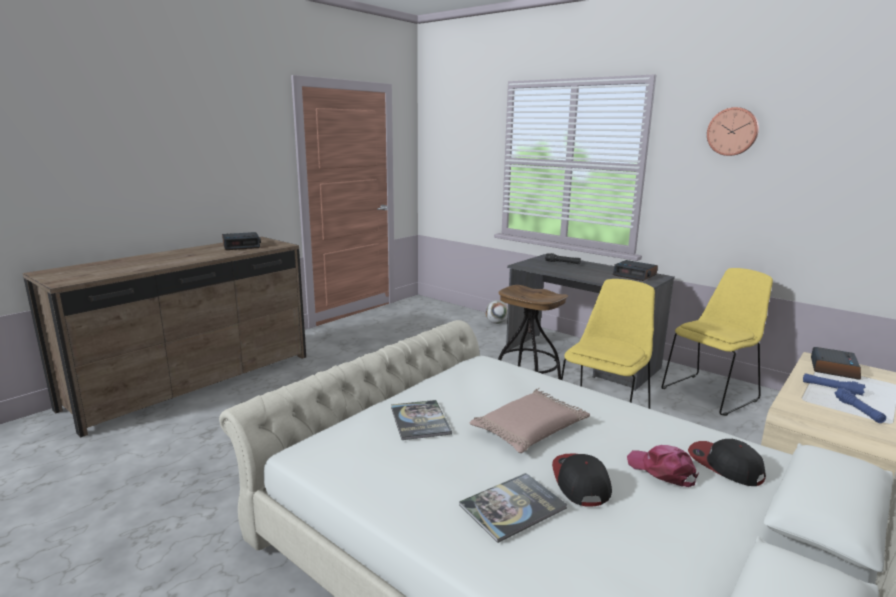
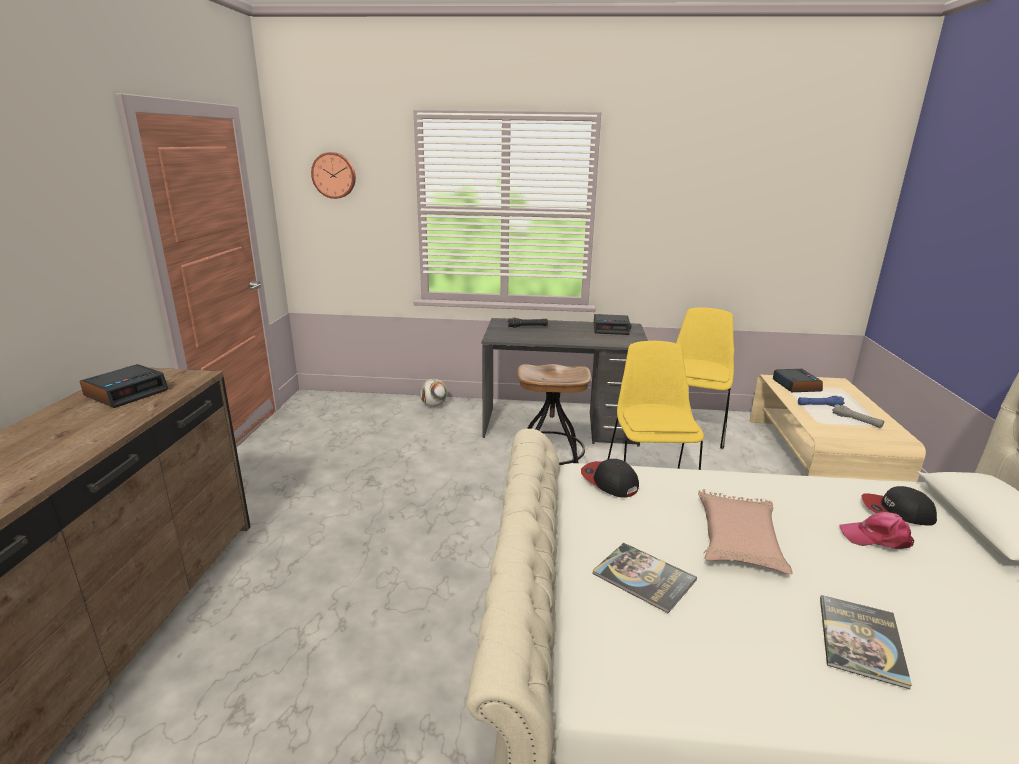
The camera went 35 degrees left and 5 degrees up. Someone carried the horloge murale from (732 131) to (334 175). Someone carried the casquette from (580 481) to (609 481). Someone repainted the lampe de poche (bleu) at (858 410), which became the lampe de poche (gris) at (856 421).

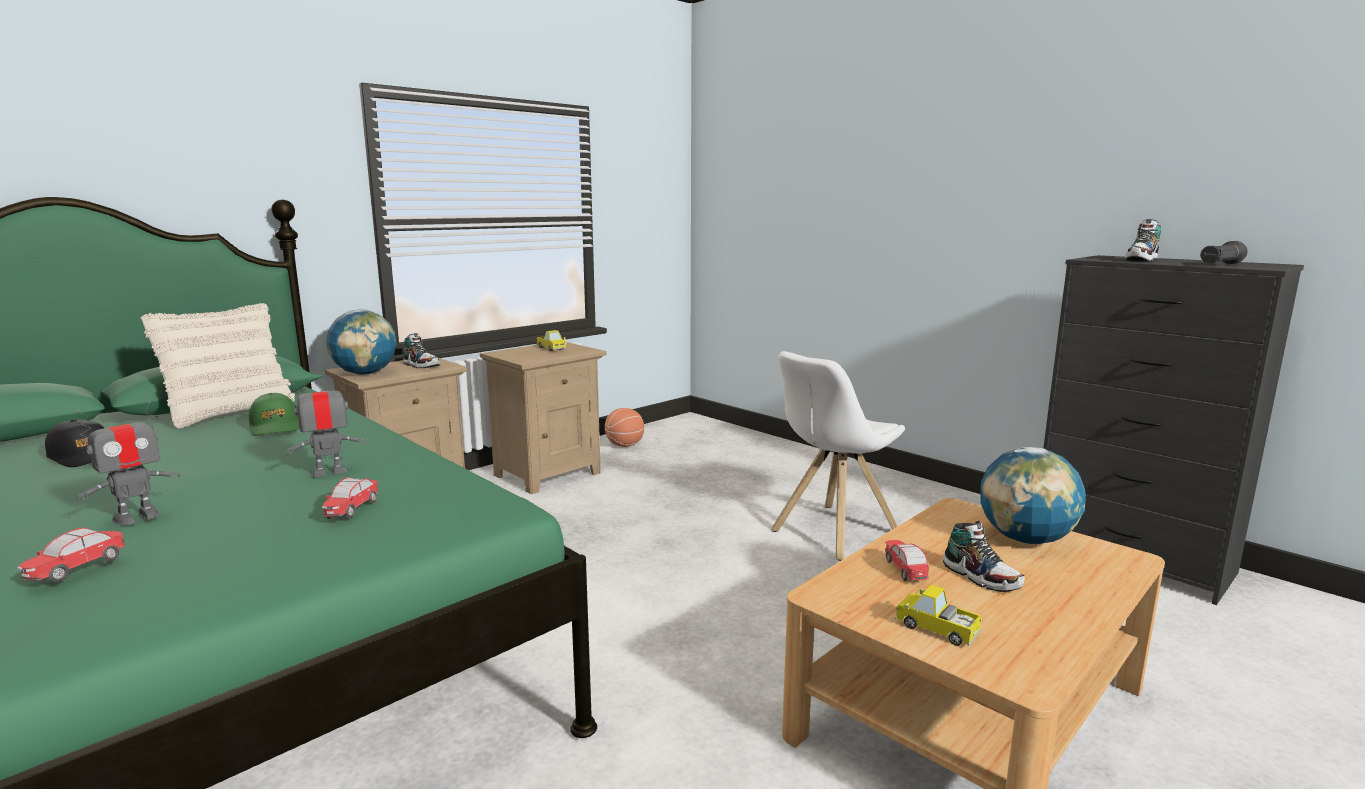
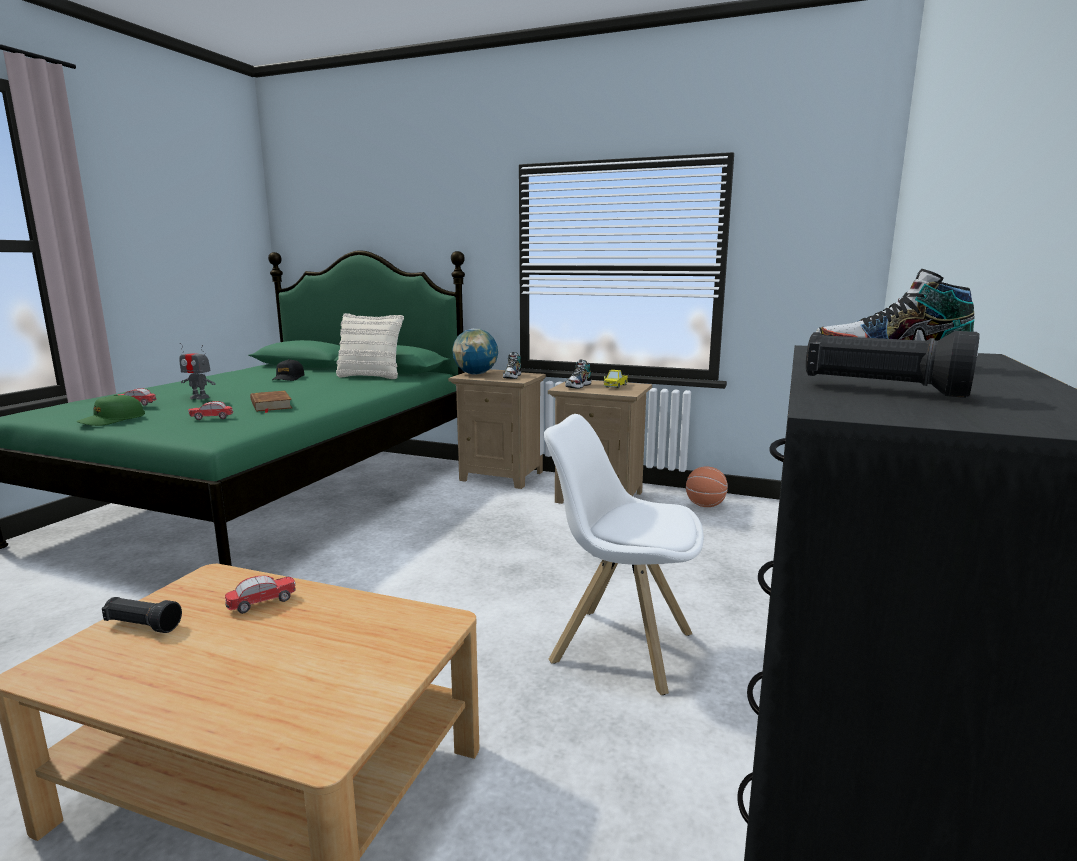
The camera went 65 degrees right and 0 degrees up. Someone carried the casquette (vert) from (275 426) to (112 420). Someone swapped the camion jouet at (936 629) for the lampe de poche (noir) at (142 626). Someone swapped the robot jouet at (329 472) for the livre (marron) at (271 405). Someone carried the chaussure from (981 577) to (578 386). Someone took away the globe at (1026 539).

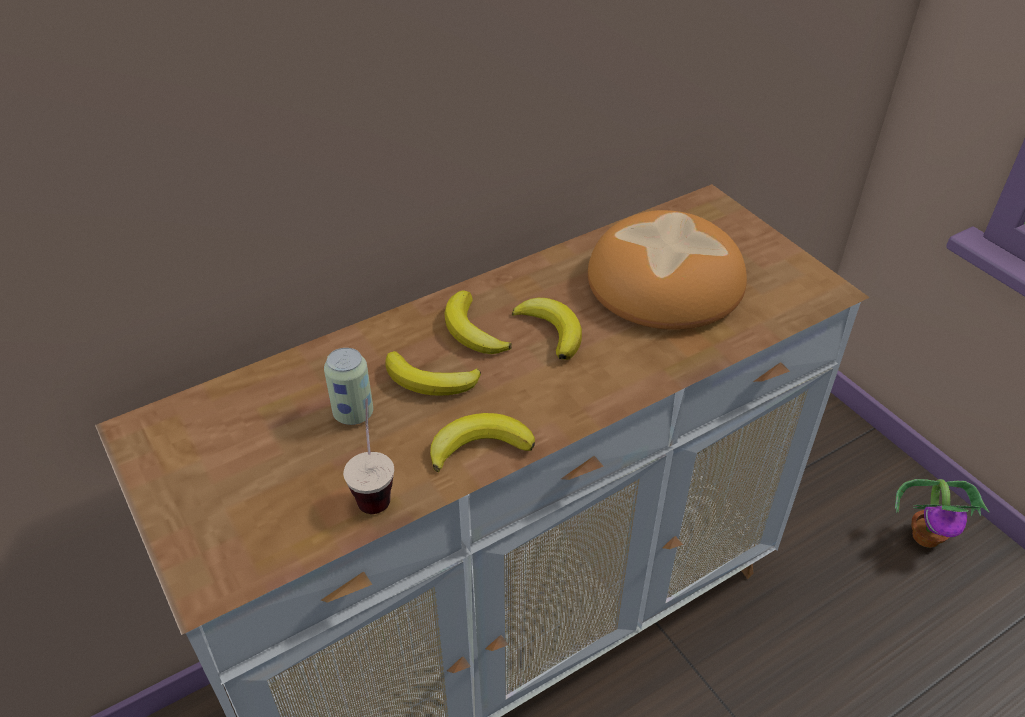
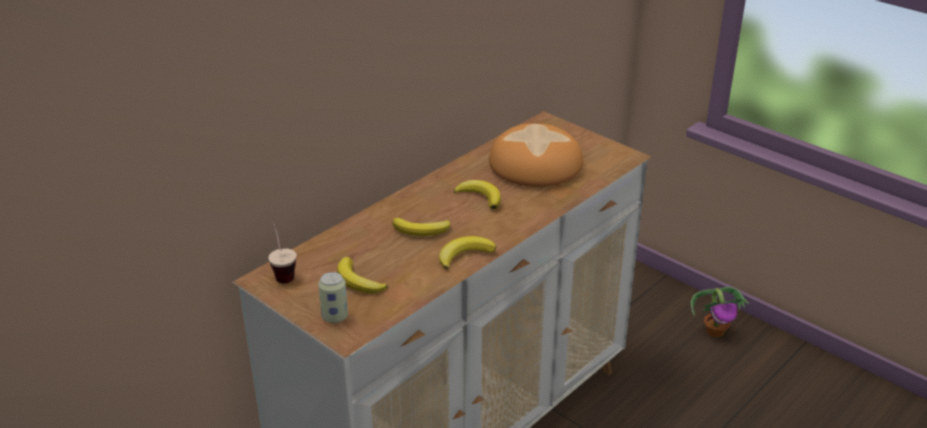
The camera went 15 degrees left and 10 degrees down. Someone carried the tasse from (374 486) to (282 272). Someone carried the boîte métallique from (353 413) to (335 317). Someone carried the banane from (472 330) to (358 281).

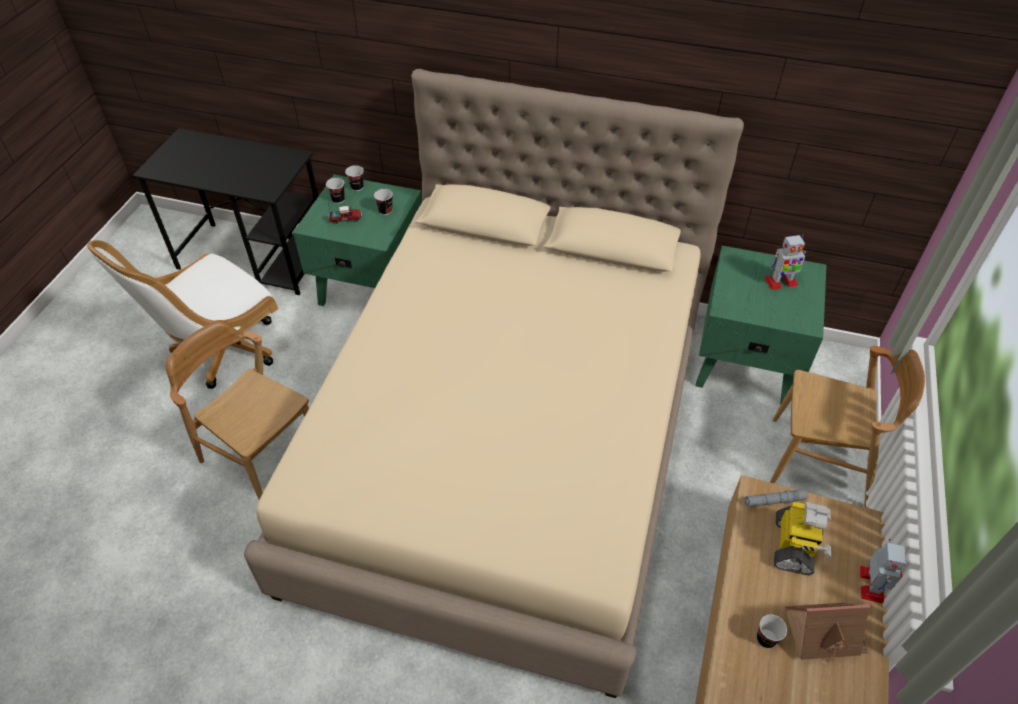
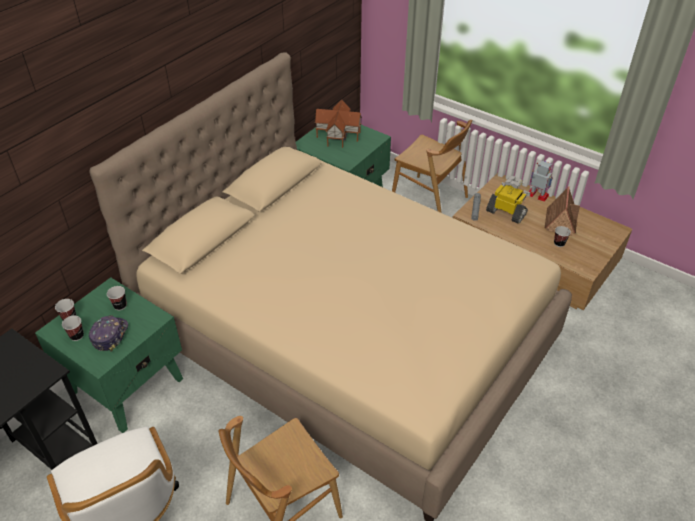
The camera went 70 degrees left and 5 degrees down. Someone swapped the camion jouet at (345 219) for the casquette at (109 335). Someone swapped the robot jouet at (780 282) for the maison miniature at (338 134). Someone rotated the chaise (marron) at (819 462) by 90 degrees clockwise.

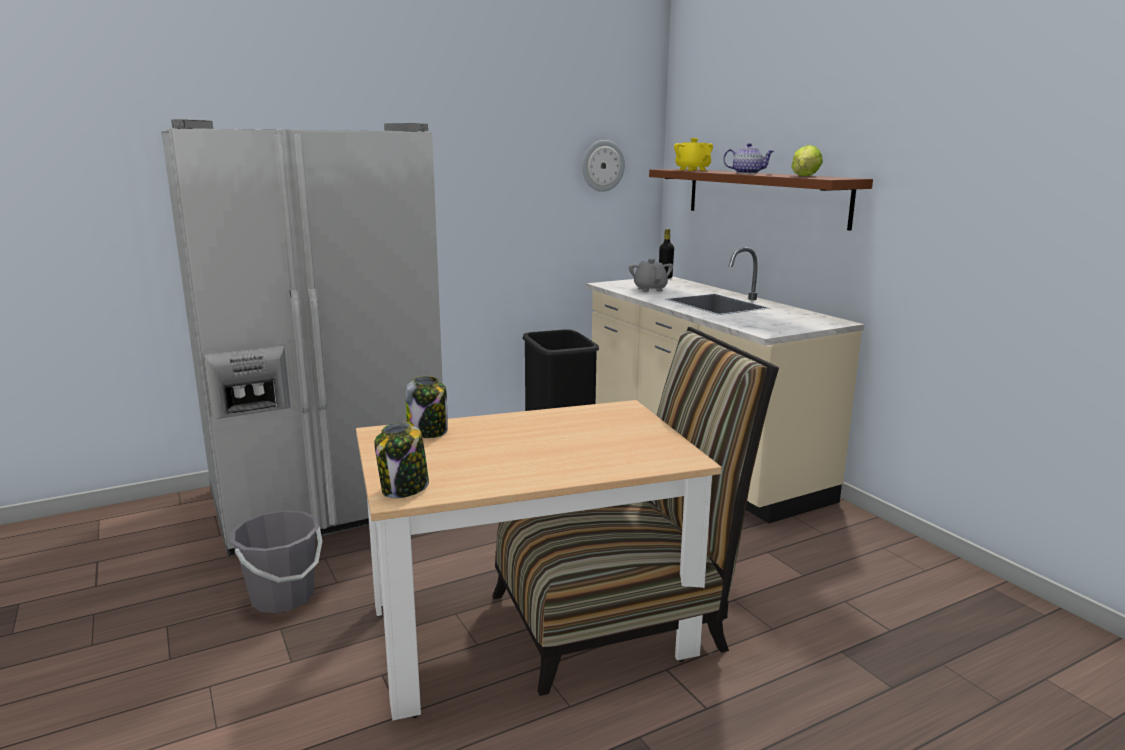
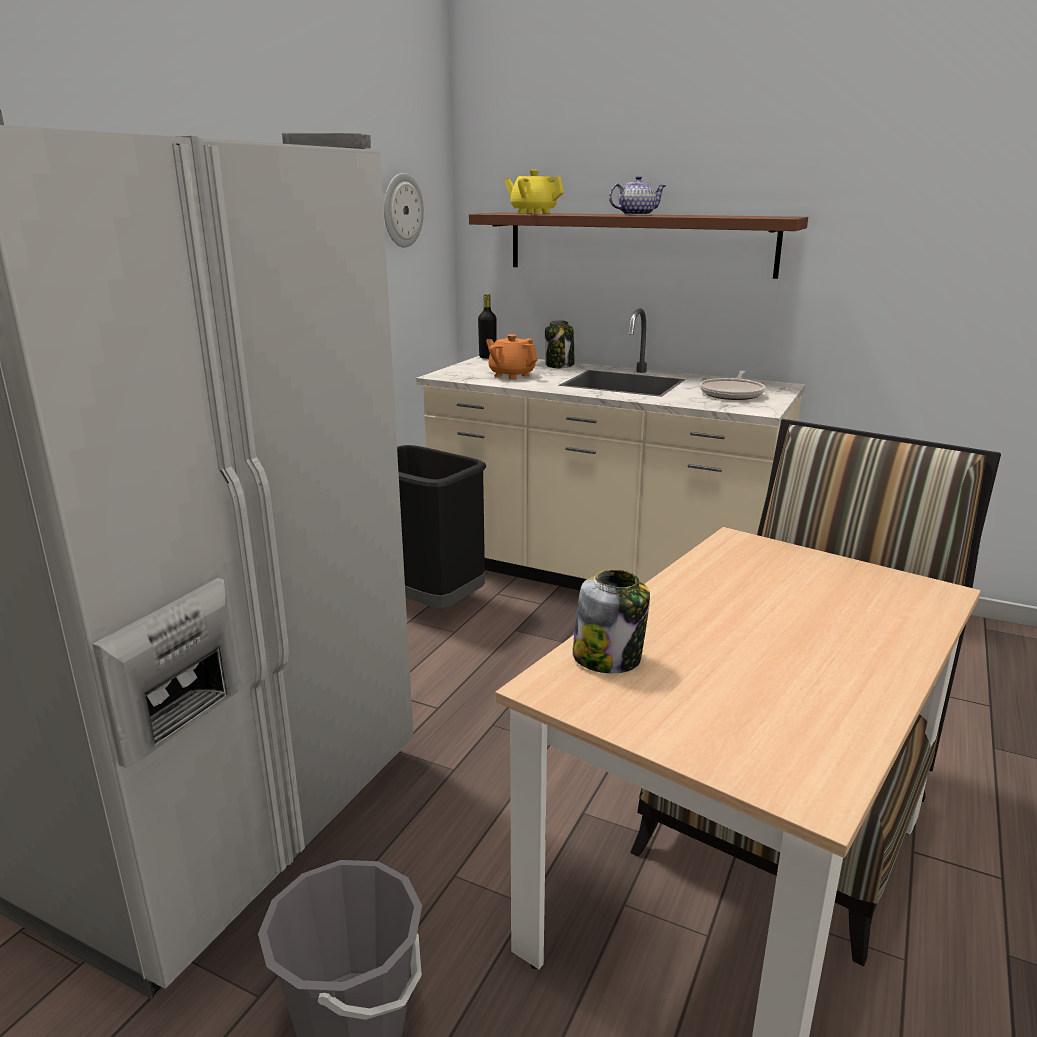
The camera went 35 degrees left and 5 degrees up. Someone repainted the théière (gris) at (650 289), which became the théière (orange) at (511 375). Someone carried the bocal from (404 489) to (560 365). Someone put down the poêle at (732 393). Someone took away the laitue at (802 176).

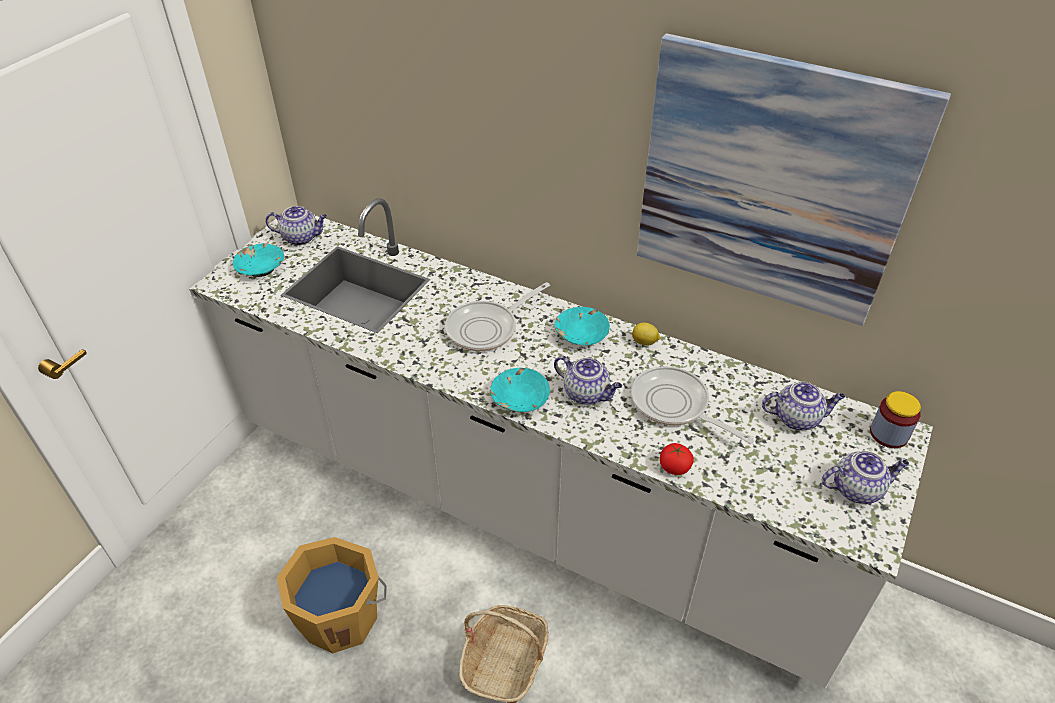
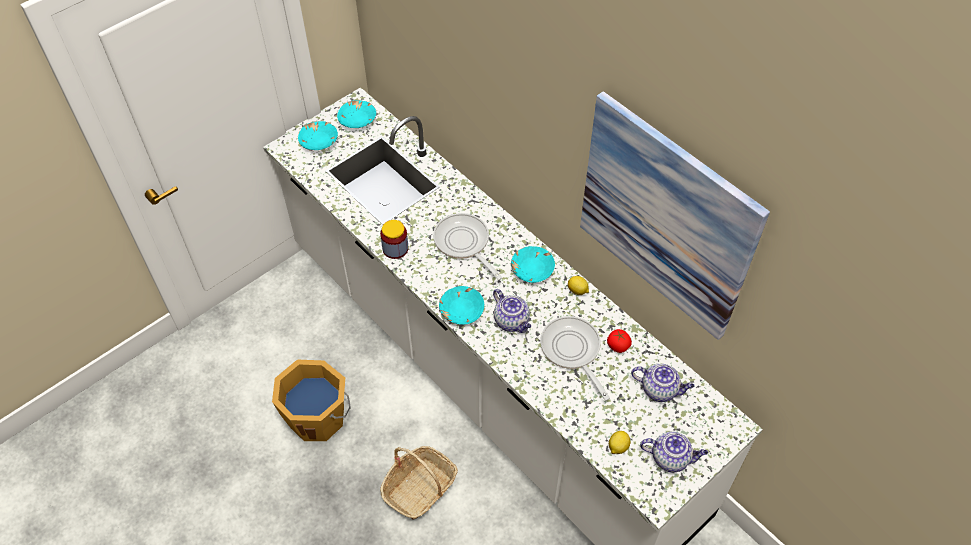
The camera went 20 degrees right and 10 degrees up. Someone swapped the théière at (301 237) for the bol (turquoise) at (358 120). Someone carried the bocal from (888 434) to (395 248). Someone rotated the poêle at (487 328) by 75 degrees clockwise. Someone carried the tomate from (674 467) to (618 346). Someone put down the citron at (617 447).

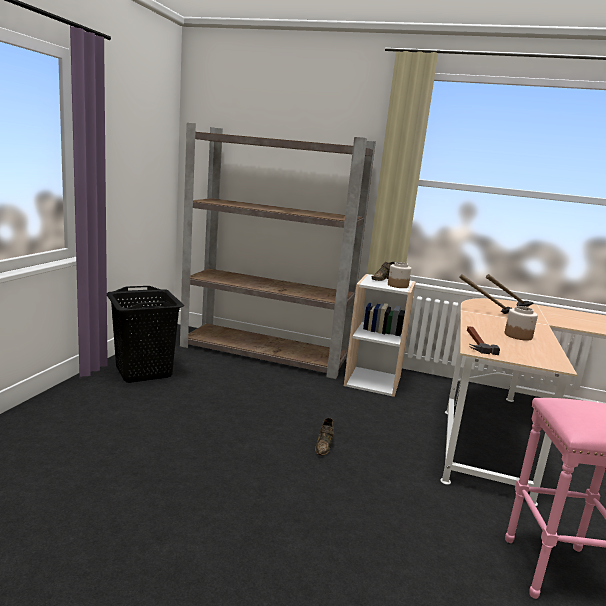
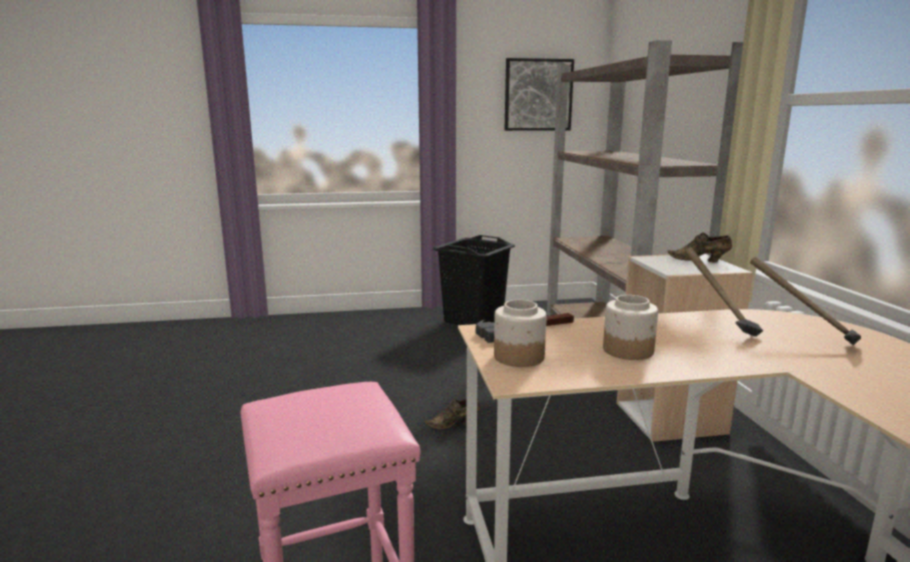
The camera went 65 degrees right and 0 degrees up. Someone carried the bocal from (397 285) to (518 357). Someone put up the tableau at (538 95).

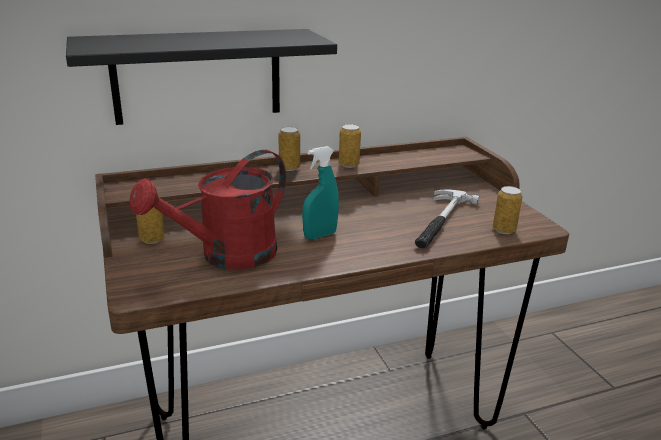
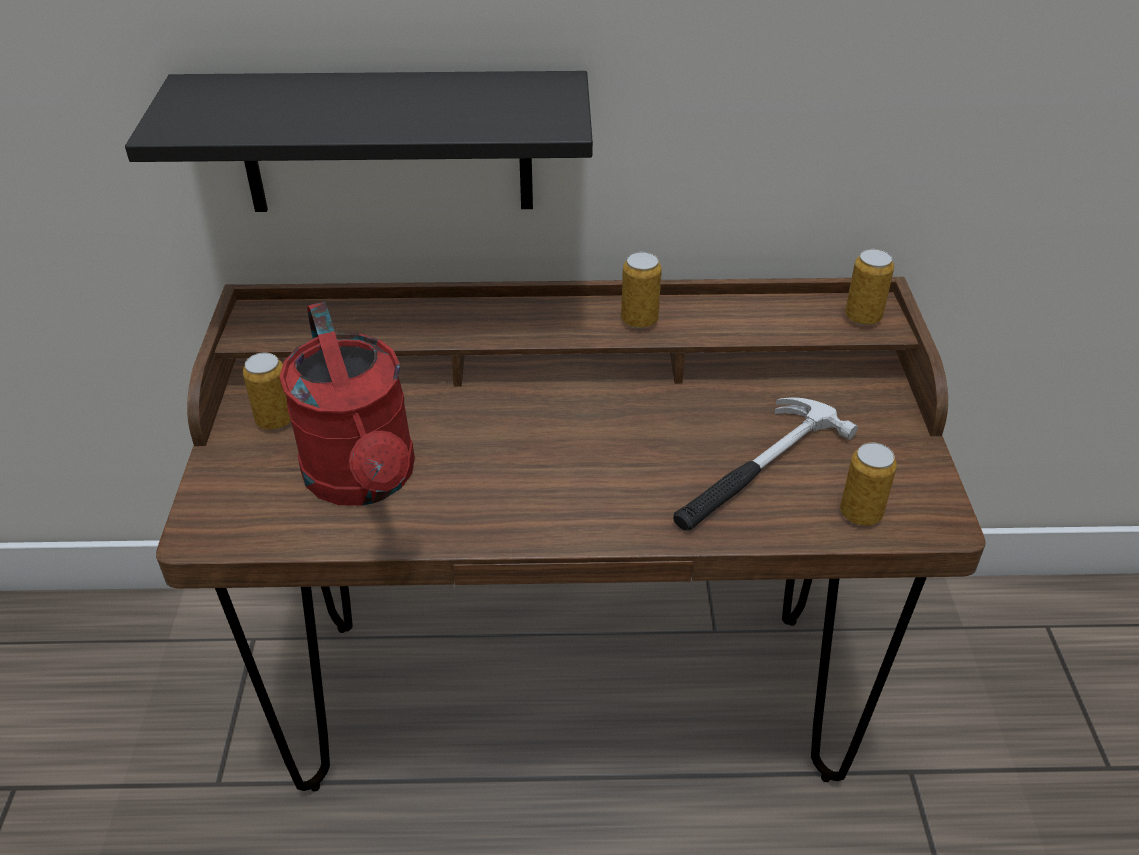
The camera went 20 degrees right and 15 degrees up. Someone rotated the arrosoir (rouge) at (227 256) by 90 degrees counterclockwise. Someone carried the boîte métallique from (289 168) to (863 317). Someone took away the vaporisateur (turquoise) at (320 235).

